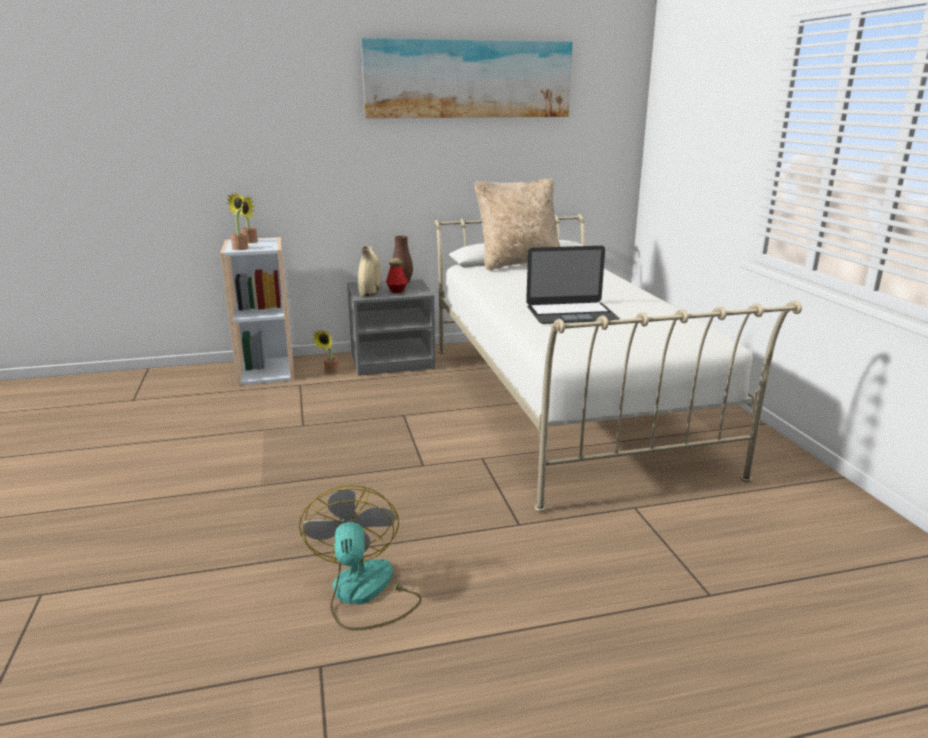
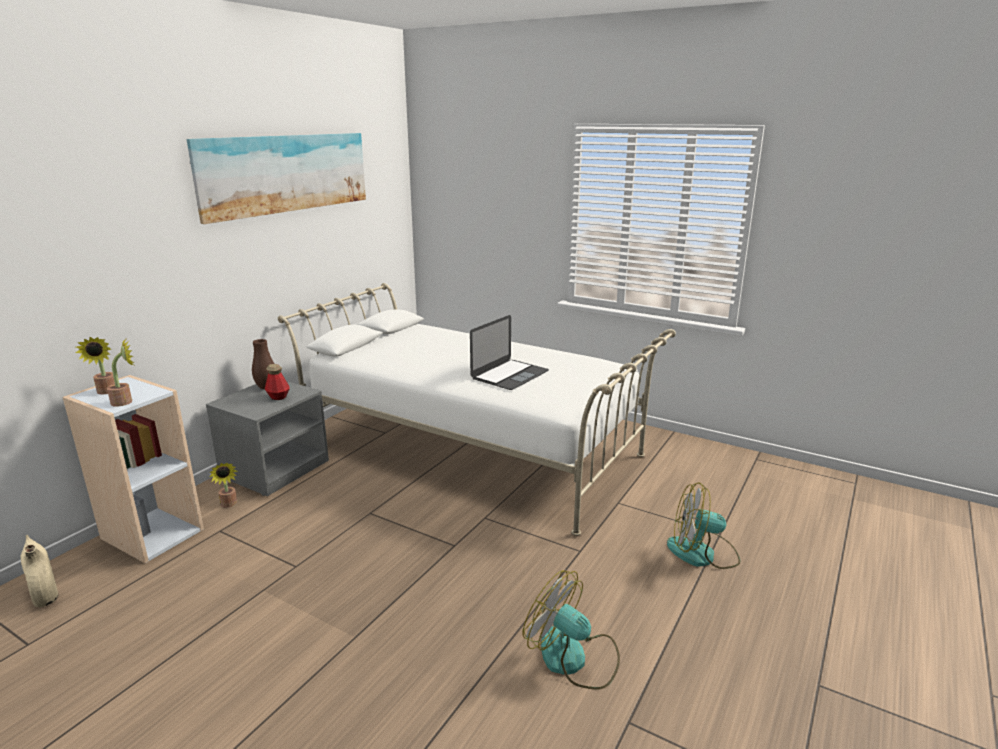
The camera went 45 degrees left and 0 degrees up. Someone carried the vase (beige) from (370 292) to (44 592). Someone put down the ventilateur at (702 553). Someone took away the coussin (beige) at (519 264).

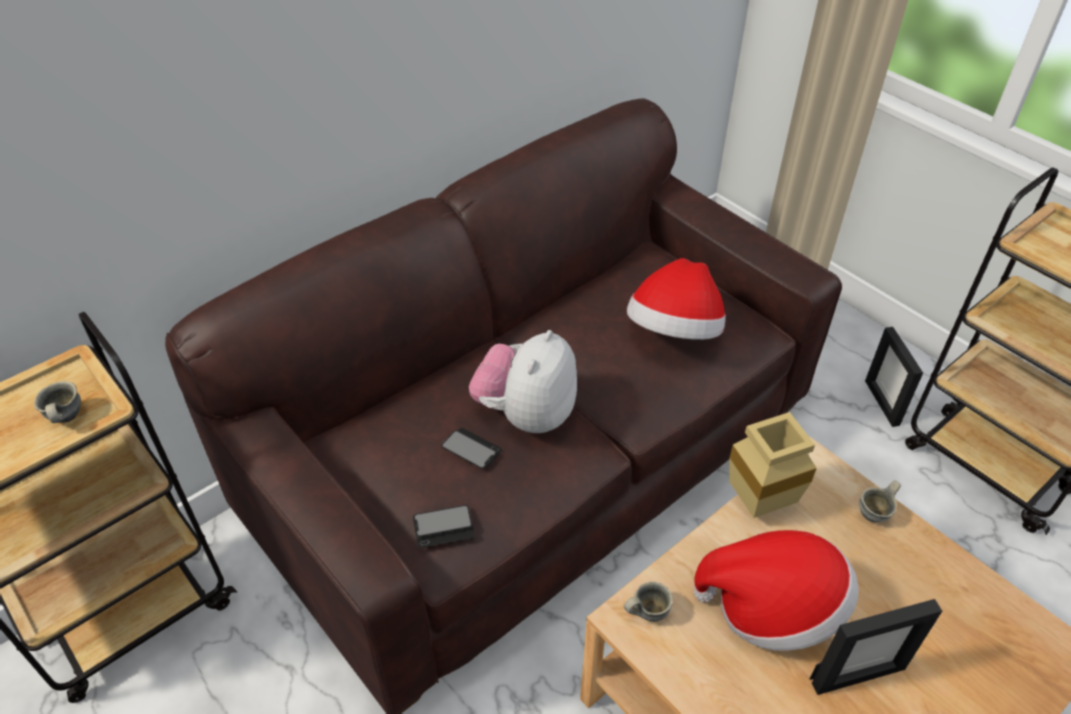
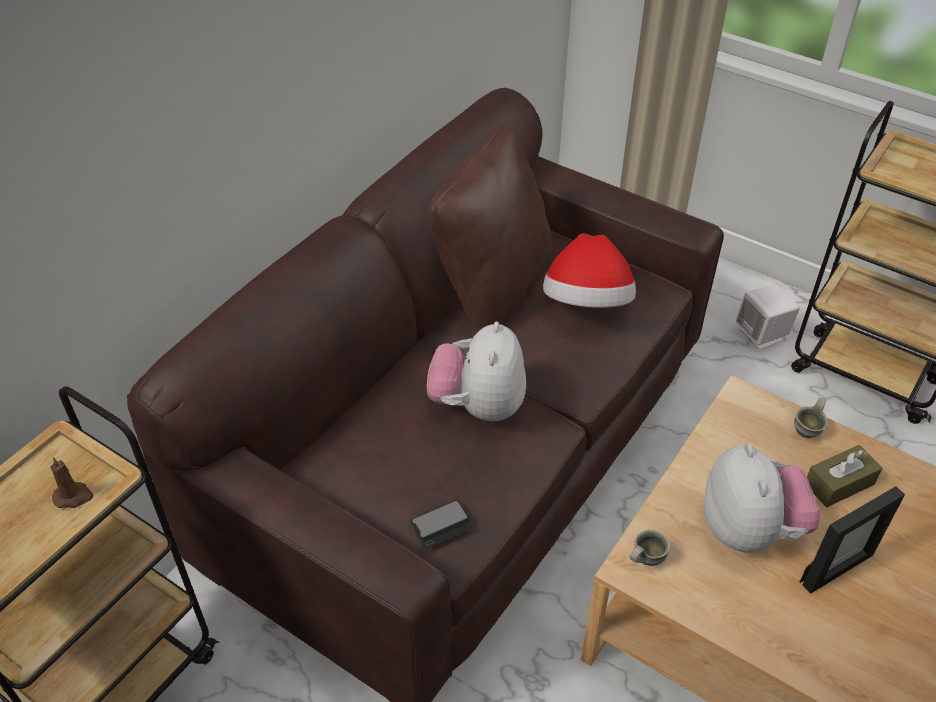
The camera went 15 degrees left and 0 degrees up. Someone swapped the mug (gris) at (64 420) for the bougie (marron) at (73 496). Someone put down the coussin (marron) at (492 285). Someone swapped the chapeau at (772 607) for the peluche at (749 530). Someone swapped the cadre photo at (883 402) for the enceinte (blanc) at (761 335). Someone put down the boîte à mouchoirs (marron) at (839 484). Someone took away the téléphone at (471 449). Someone took away the vase (beige) at (761 501).

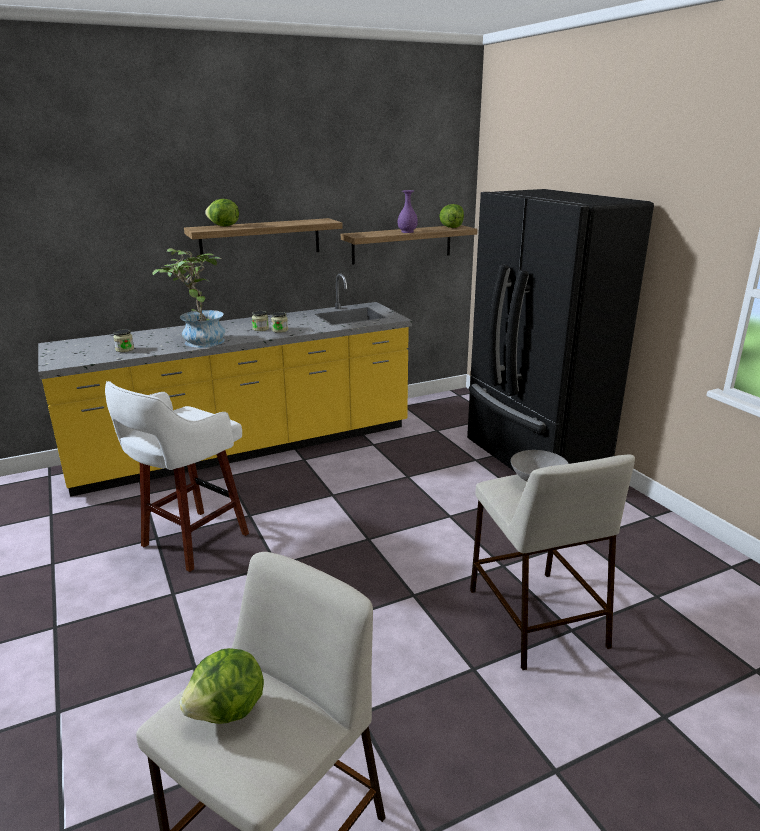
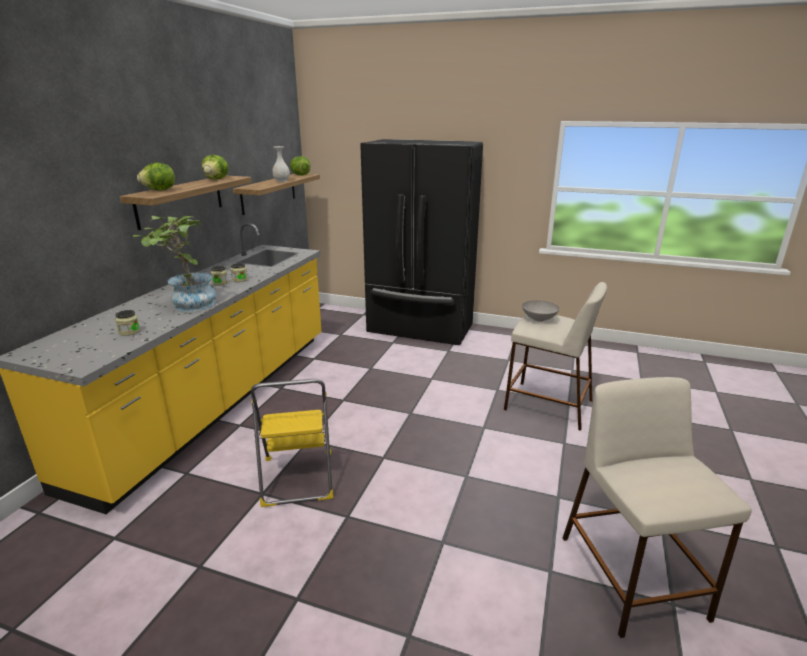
The camera went 45 degrees left and 0 degrees up. Someone carried the laitue from (228 711) to (216 179). Someone swapped the tabouret (blanc) at (191 542) for the escabeau (jaune) at (297 480). Someone repainted the vase (violet) at (407 232), which became the vase (blanc) at (282 181).

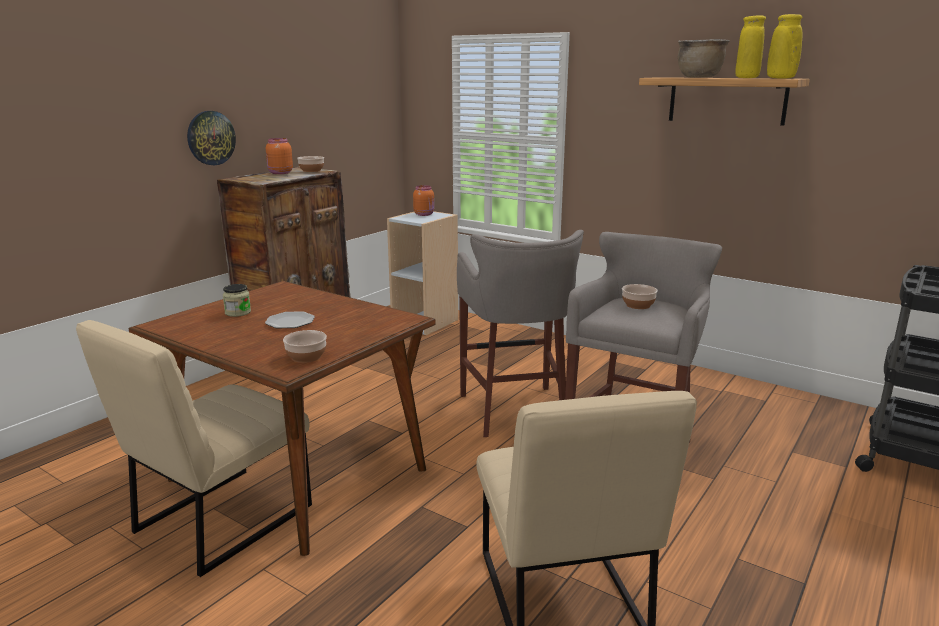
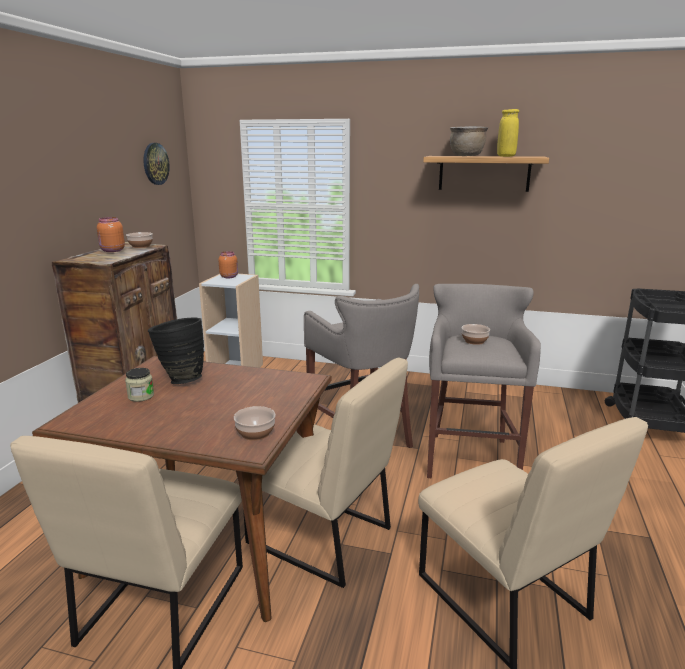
The camera went 20 degrees left and 0 degrees up. Someone carried the horloge murale from (210 138) to (155 163). Someone put down the vase (noir) at (180 379). Someone put down the chaise (beige) at (322 537). Someone took away the assiette at (290 322). Someone took away the vase (jaune) at (780 78).

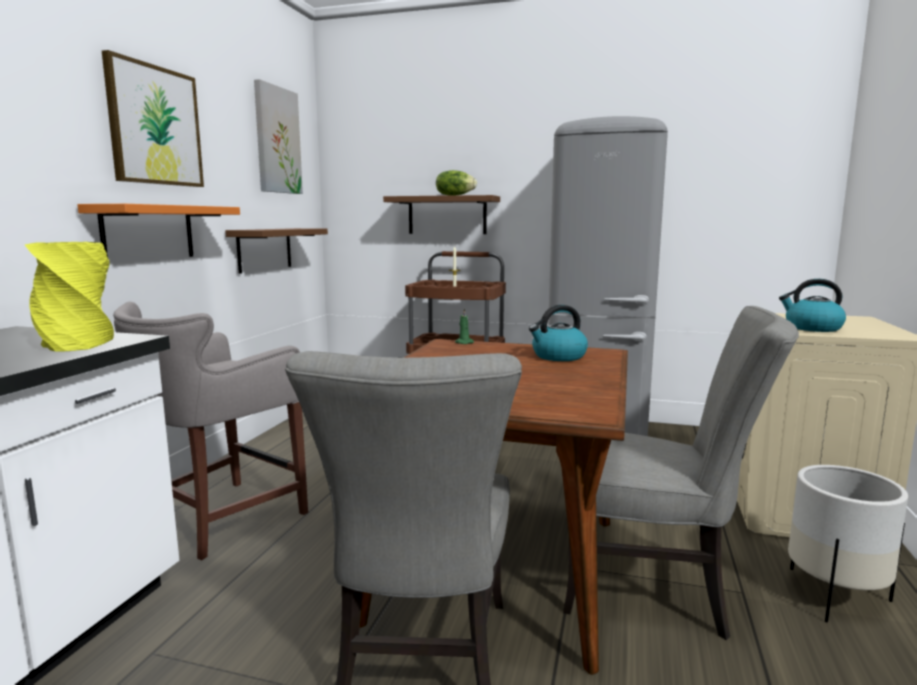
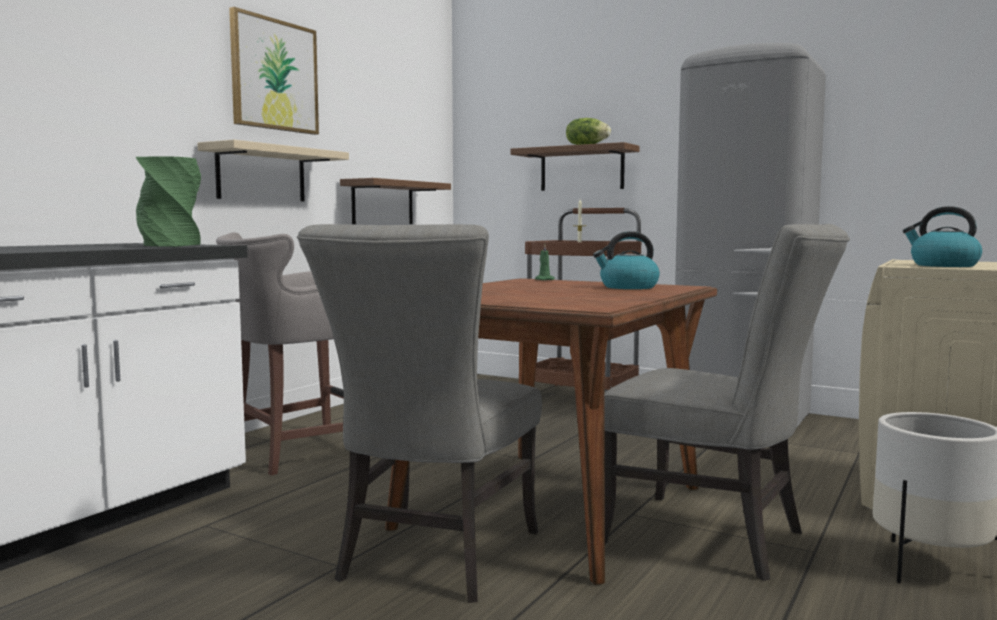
The camera went 15 degrees right and 5 degrees down. Someone repainted the vase (jaune) at (76 344), which became the vase (vert) at (169 245). Someone repainted the étagère (orange) at (149 233), which became the étagère (beige) at (261 174). Someone took away the tableau at (277 140).

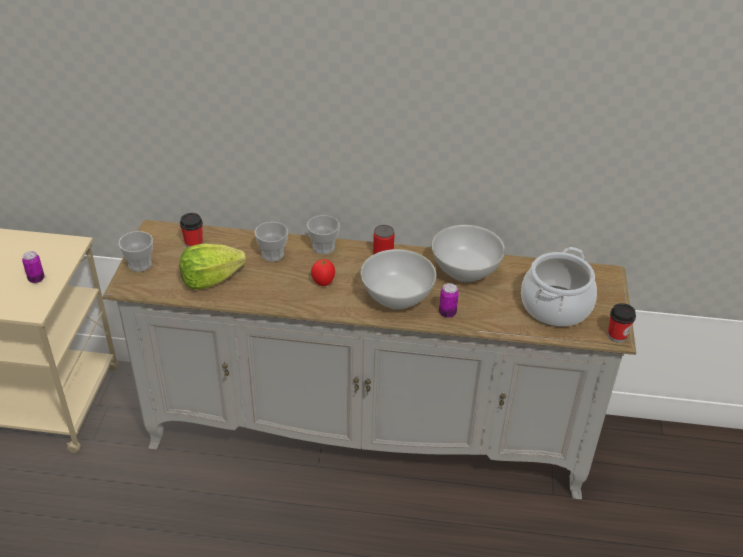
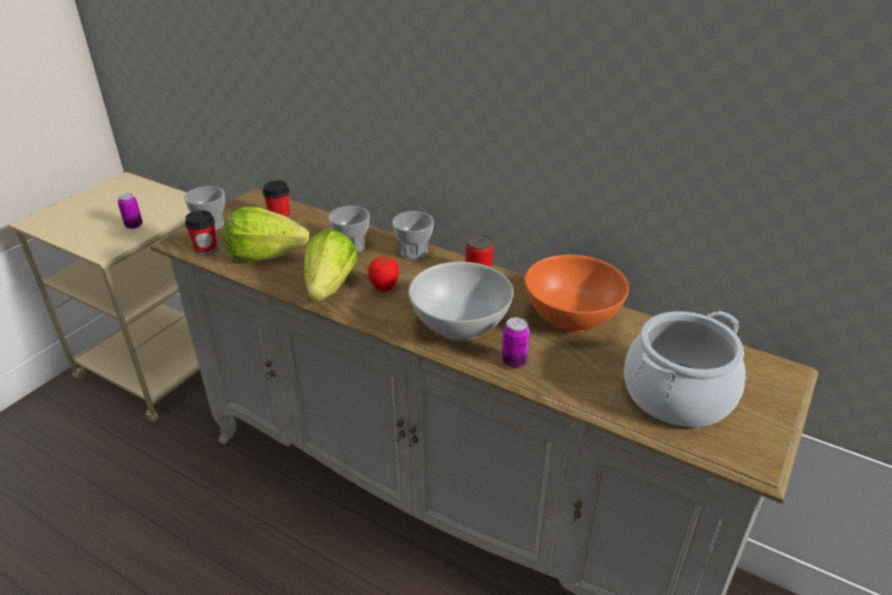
The camera went 25 degrees right and 5 degrees down. Someone carried the tasse from (617 336) to (206 250). Someone put down the laitue at (330 287). Someone repainted the bol (blanc) at (465 272), which became the bol (orange) at (571 319).

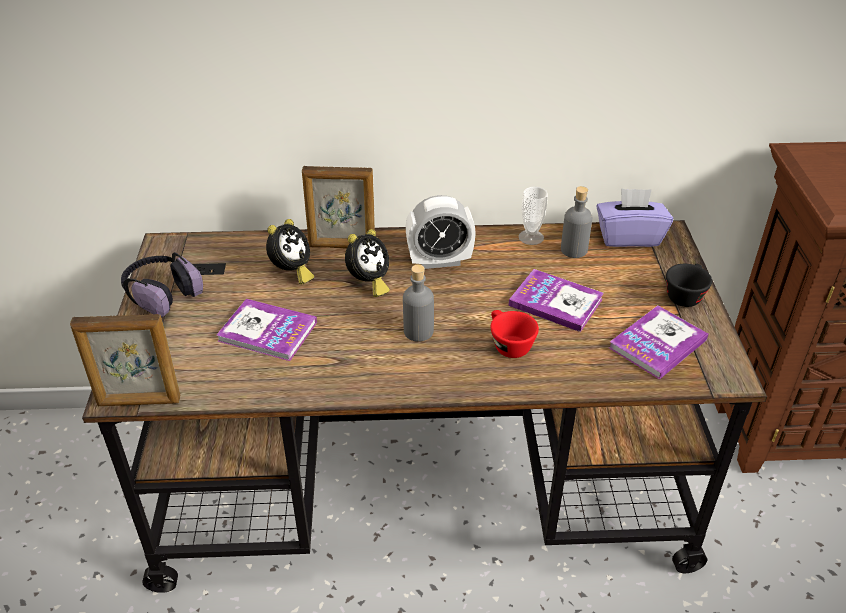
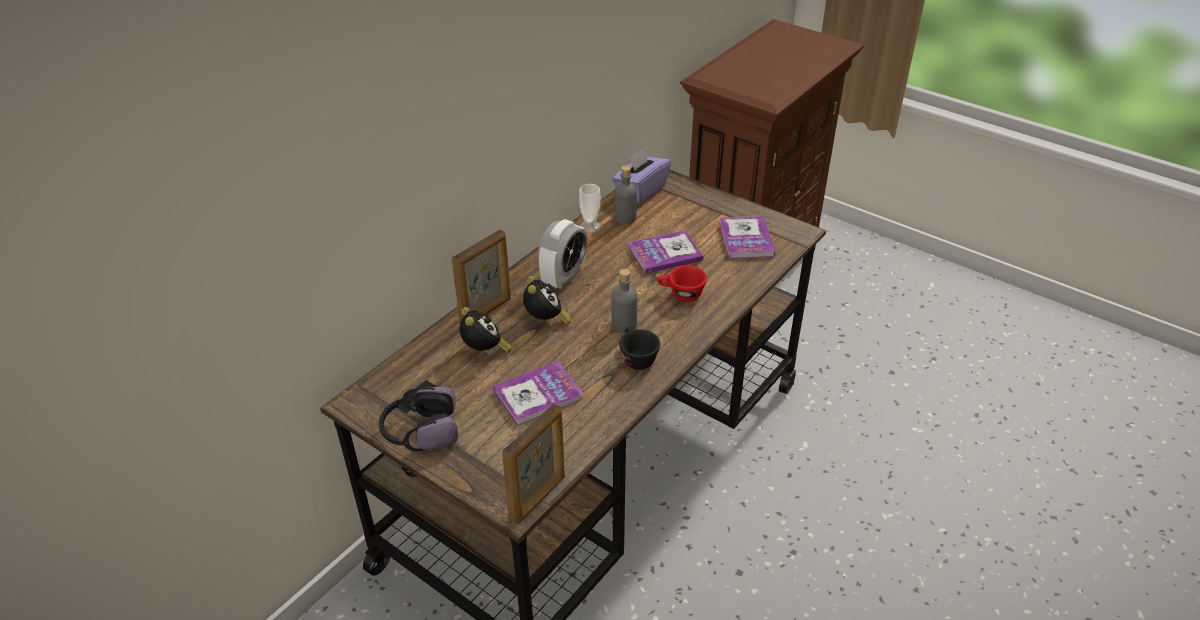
The camera went 50 degrees left and 0 degrees up. Someone carried the tasse (noir) from (685 295) to (636 357).

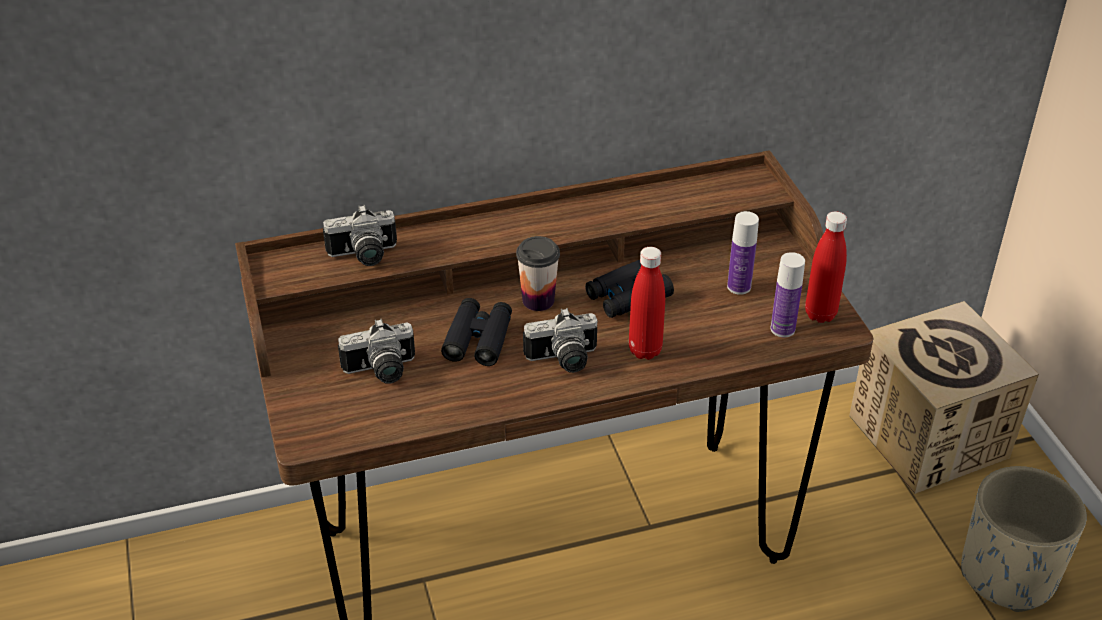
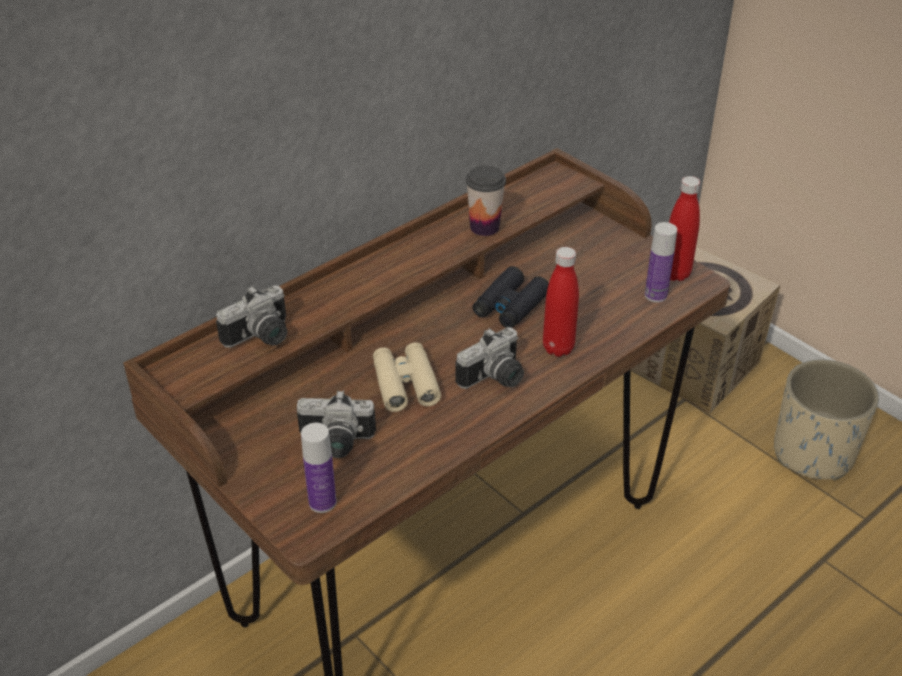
The camera went 25 degrees left and 0 degrees up. Someone rotated the appareil photo at (381 372) by 45 degrees clockwise. Someone carried the bouteille from (739 287) to (322 502). Someone repainted the jumelles (noir) at (478 339), which became the jumelles (beige) at (405 384). Someone carried the tasse from (538 300) to (484 227).

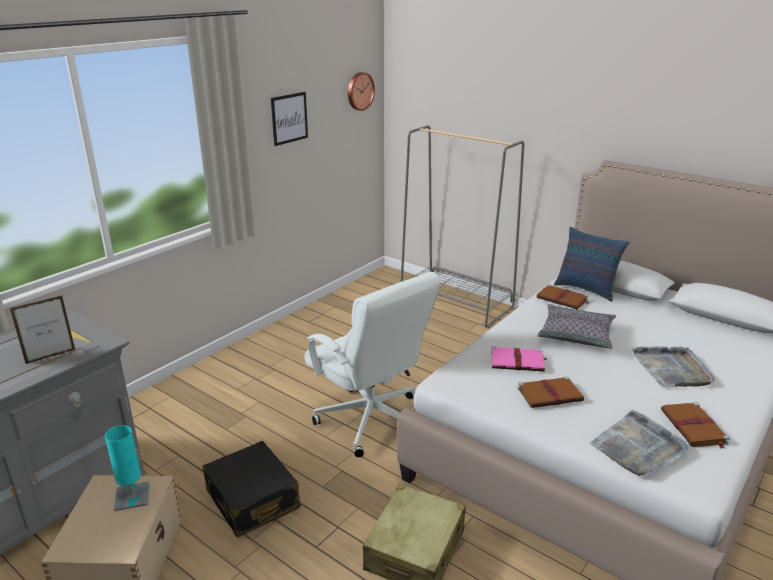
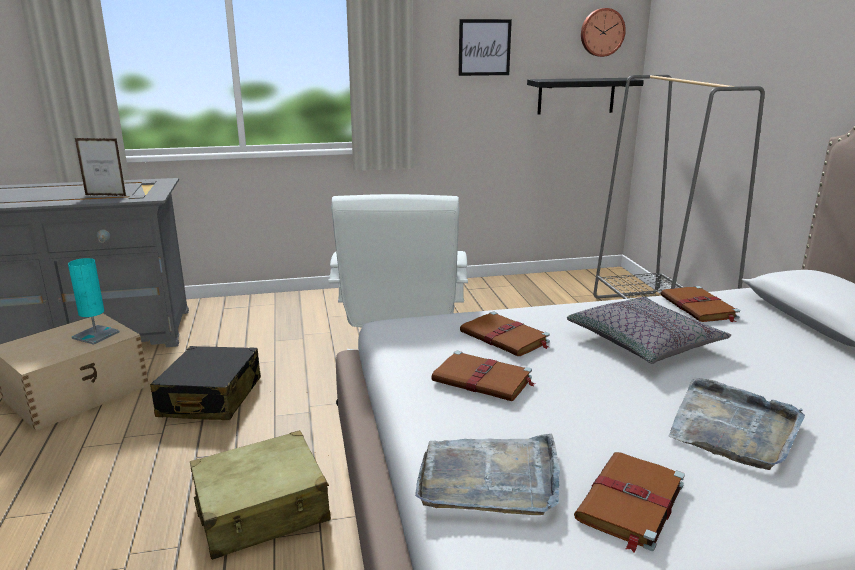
The camera went 40 degrees right and 5 degrees down. Someone repainted the livre (rose) at (518 361), which became the livre (marron) at (505 338). Someone put up the étagère (noir) at (576 96). Someone took away the coussin (bleu) at (586 290).

